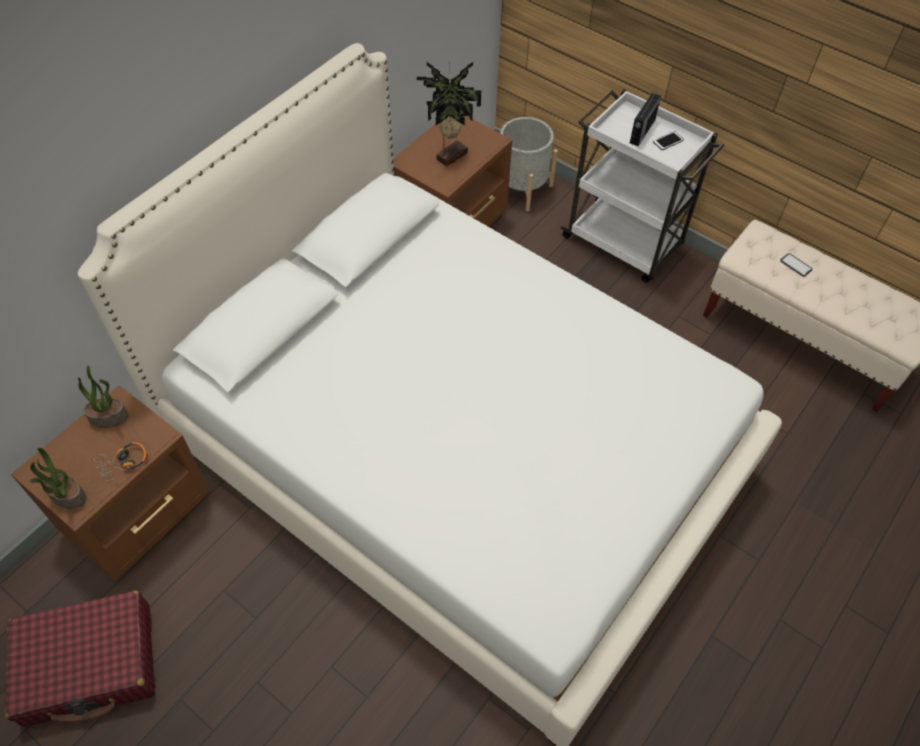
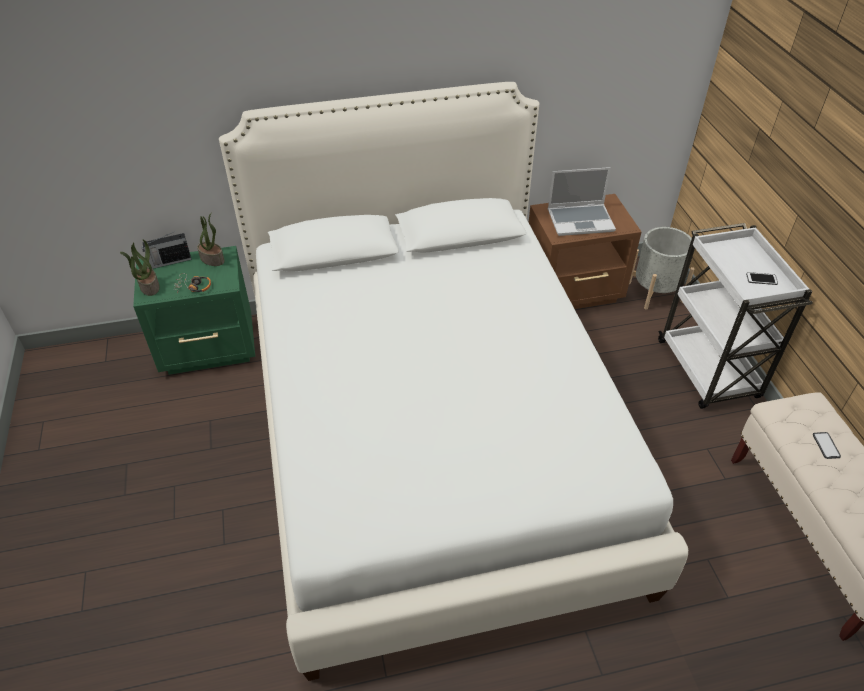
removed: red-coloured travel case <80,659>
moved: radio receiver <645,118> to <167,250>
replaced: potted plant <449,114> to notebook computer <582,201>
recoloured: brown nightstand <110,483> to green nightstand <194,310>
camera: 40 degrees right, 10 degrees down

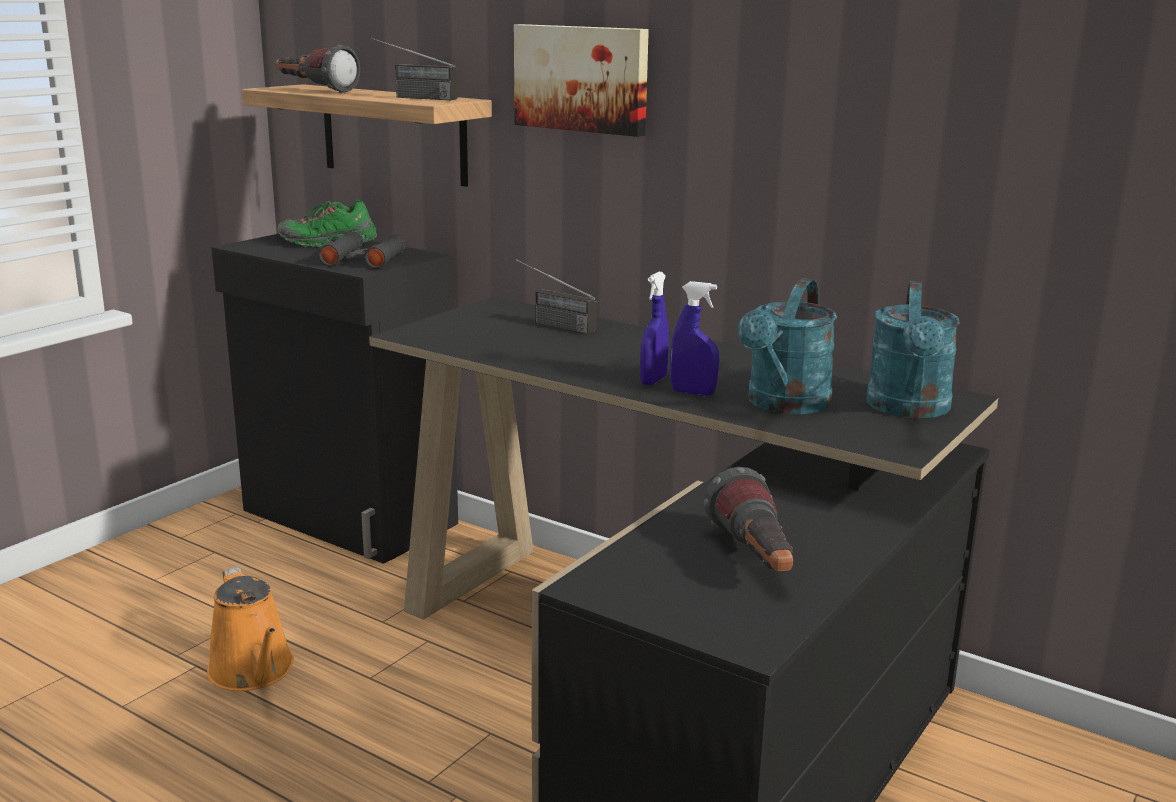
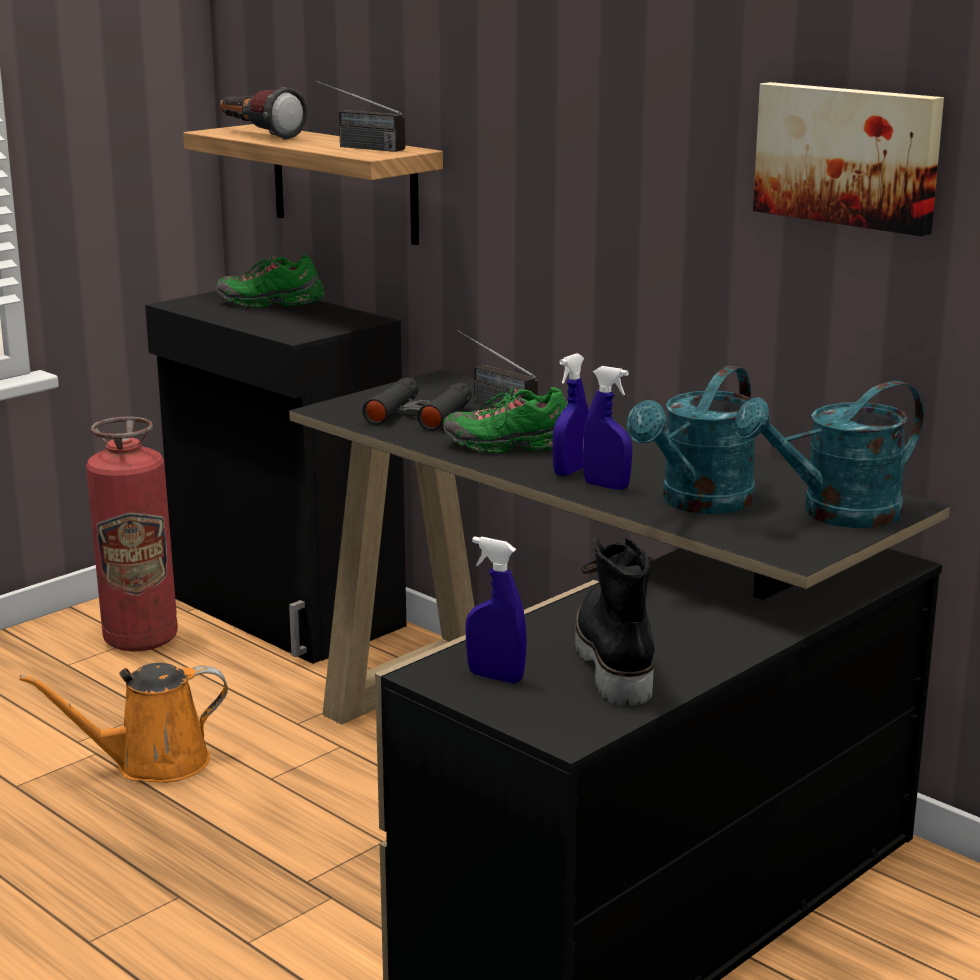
added: fire-fighting cylinder <132,534>; green item of footwear <505,420>; blue-coloured hand sprayer <496,609>
moved: black-coloured binoculars <362,250> to <417,404>; picture <581,80> to <848,159>
replaced: flashlight <748,519> to black-coloured boot <615,621>
turned: orangey watering can <250,628> = <123,723> 90 degrees clockwise; turquoise watering can <913,349> = <829,454> 45 degrees clockwise
camera: 10 degrees right, 0 degrees up

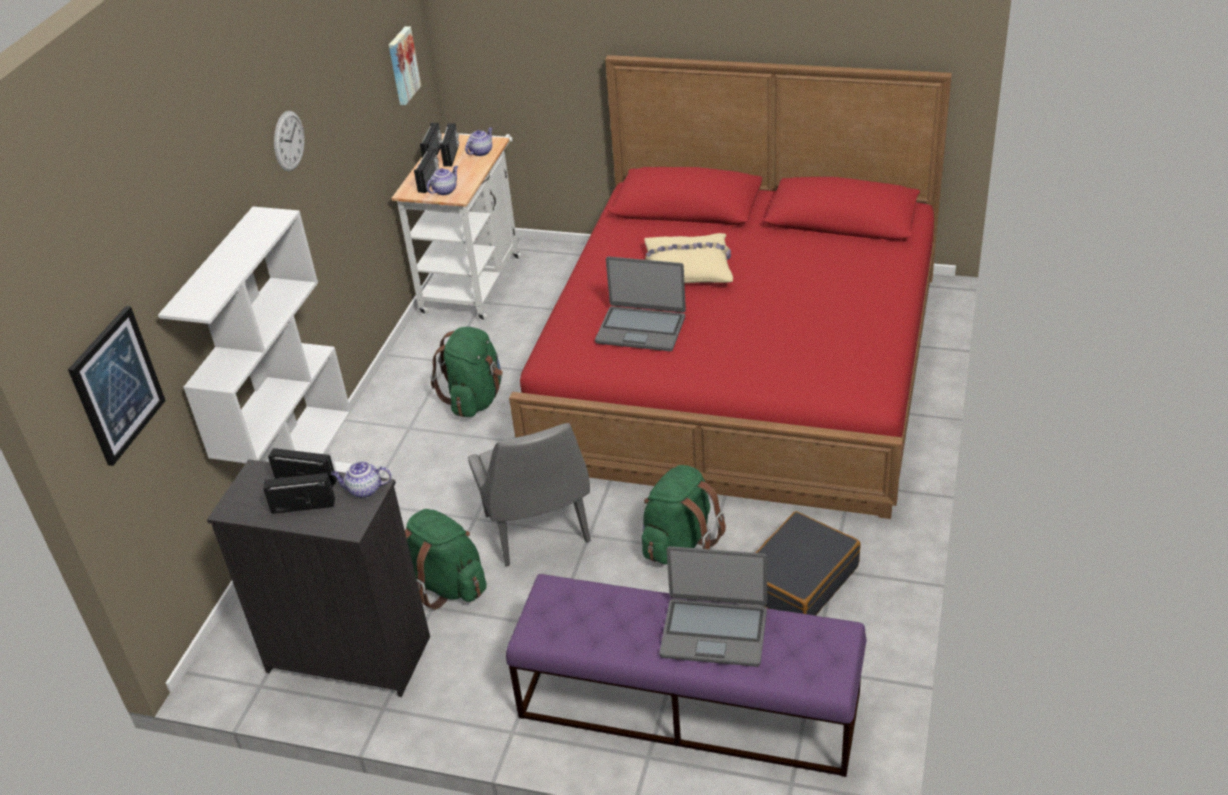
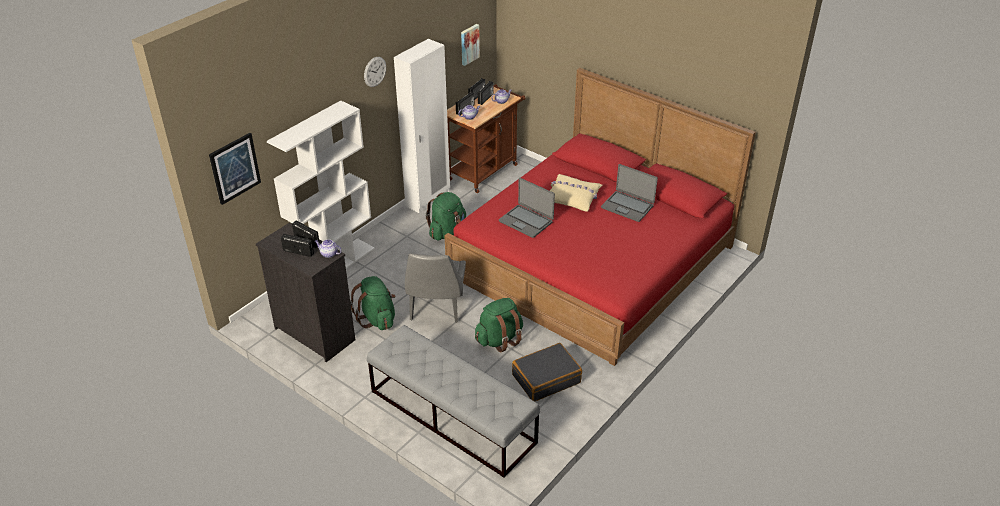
added: white wardrobe <422,126>
moved: notebook computer <713,606> to <629,193>
recoloured: white wheeled cart <457,227> to brown wheeled cart <486,138>; purple-coloured indoor bench <686,675> to greyish indoor bench <453,401>
camera: 20 degrees right, 0 degrees up

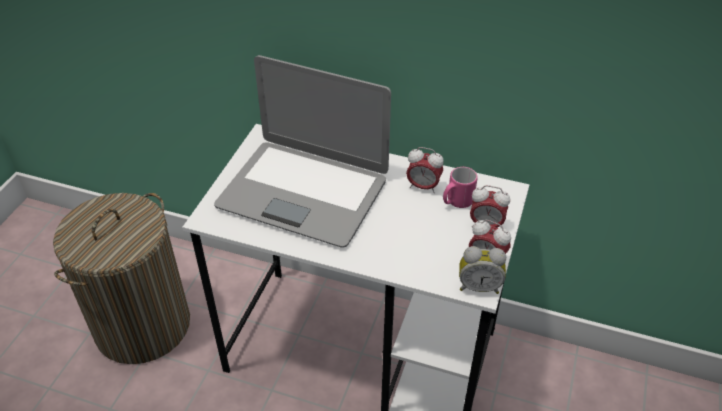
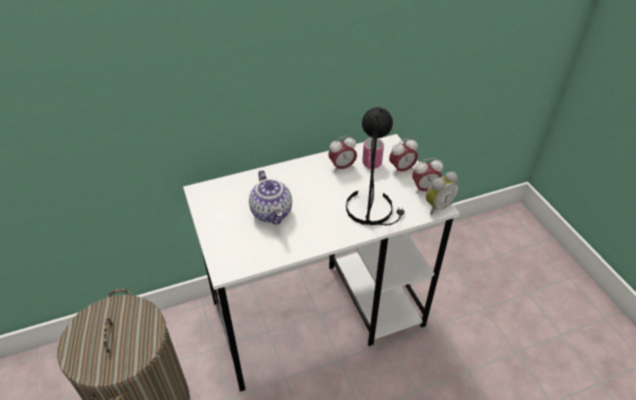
added: black-coloured lamp for a table <375,166>
replaced: notebook computer <302,151> to tea pot <270,197>
camera: 40 degrees left, 0 degrees up

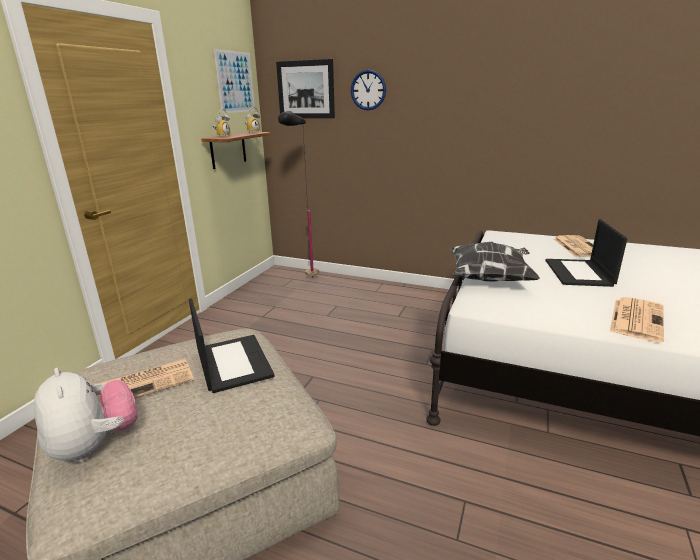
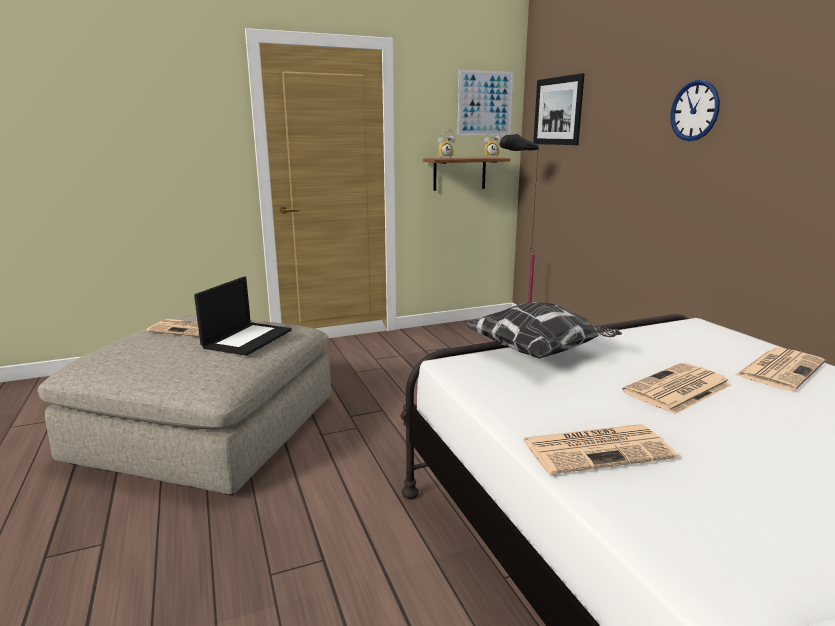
removed: soft toy <86,415>
moved: wall clock <368,90> to <695,110>
replaced: notebook computer <586,253> to daily paper <677,388>
camera: 45 degrees right, 5 degrees down

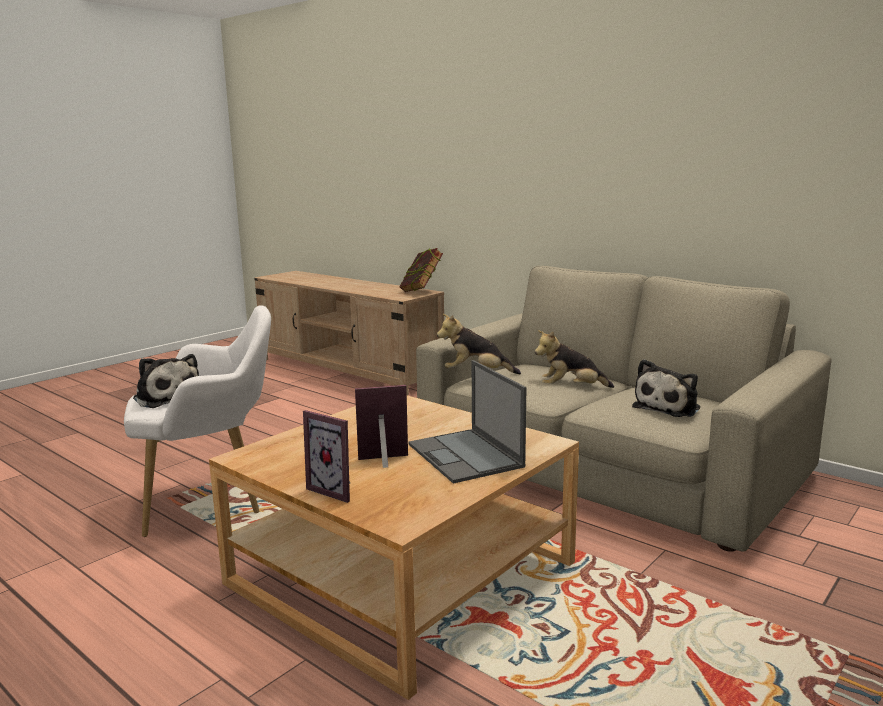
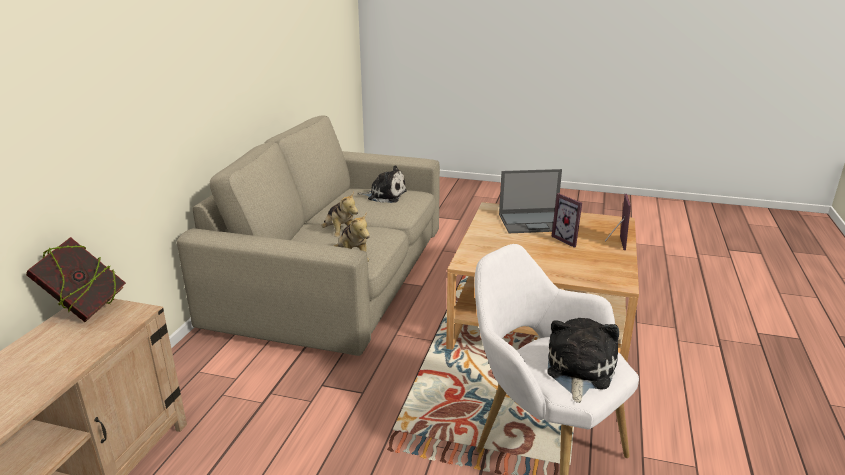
turned: notebook computer <467,422> = <530,201> 45 degrees clockwise
camera: 115 degrees left, 10 degrees up

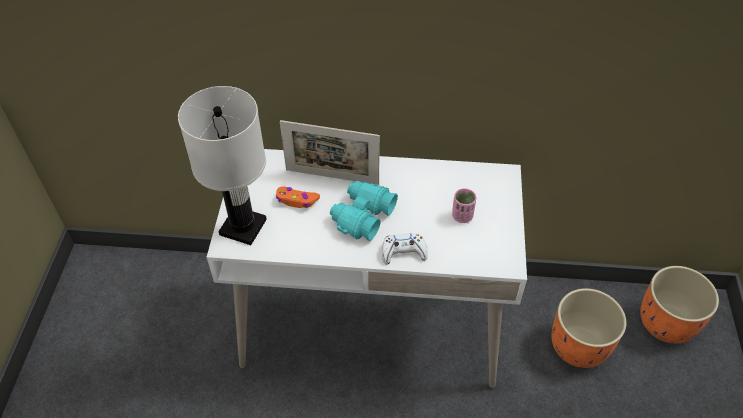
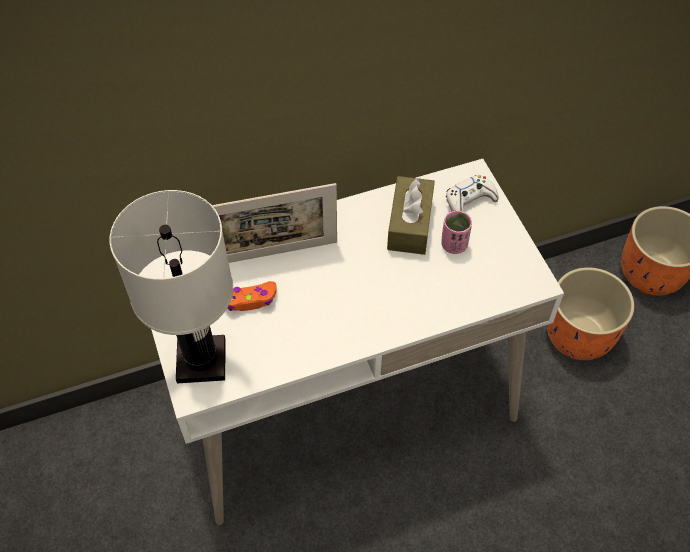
removed: turquoise binoculars <364,211>
added: brown tissue box <411,215>
moved: white gamepad <405,249> to <472,193>
camera: 25 degrees left, 5 degrees up

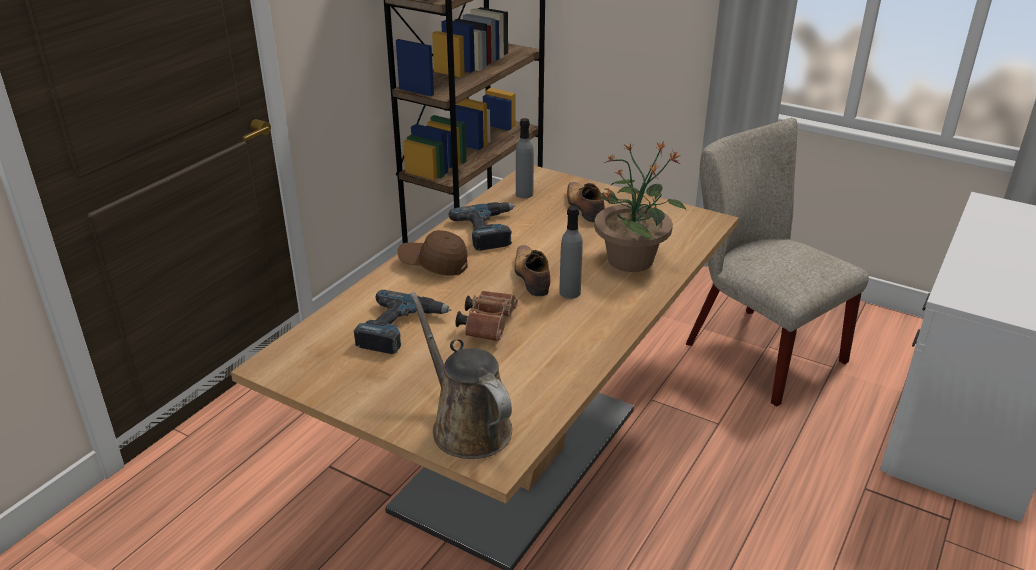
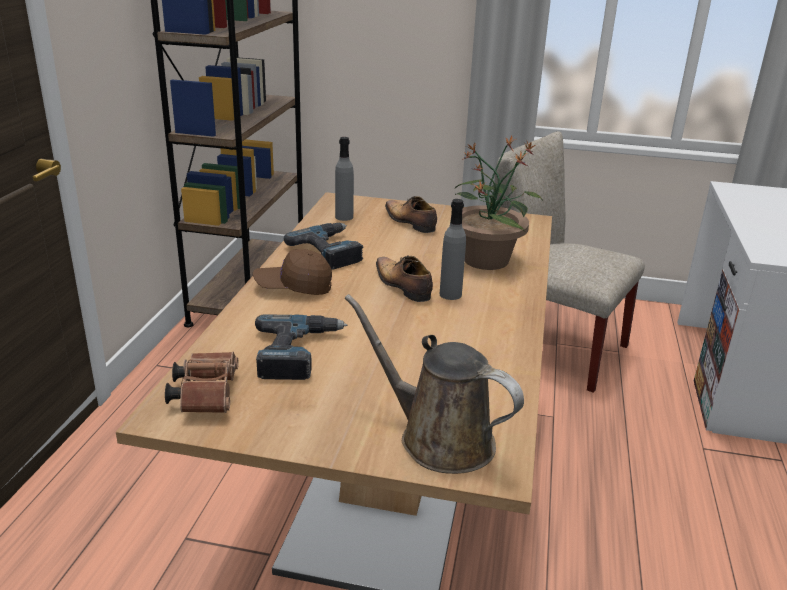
moved: brown binoculars <487,316> to <202,382>
camera: 20 degrees left, 5 degrees down

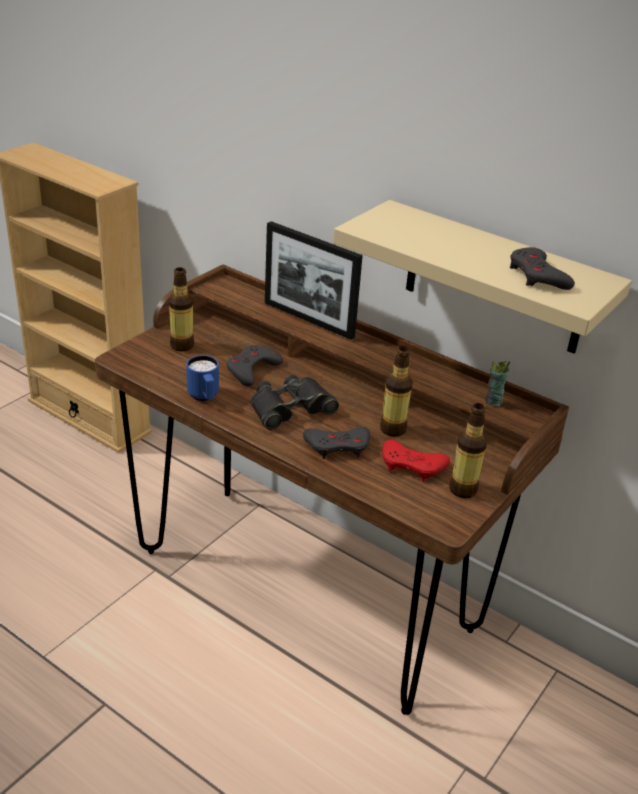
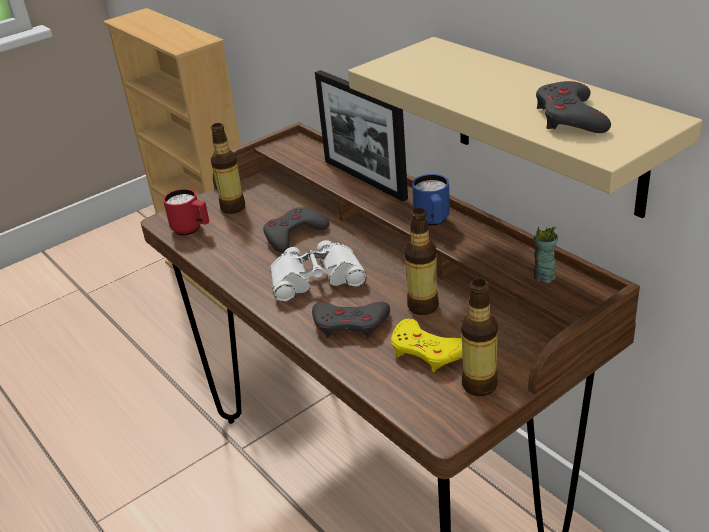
added: red-coloured coffee mug <186,212>
moved: blue-coloured coffee mug <202,378> to <431,200>
recoloured: black-coloured binoculars <294,402> to white binoculars <318,271>; red-coloured gamepad <416,460> to yellow gamepad <427,345>
camera: 20 degrees right, 0 degrees up

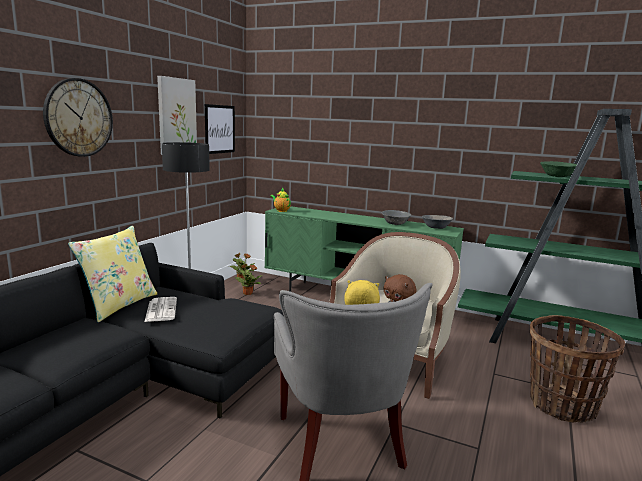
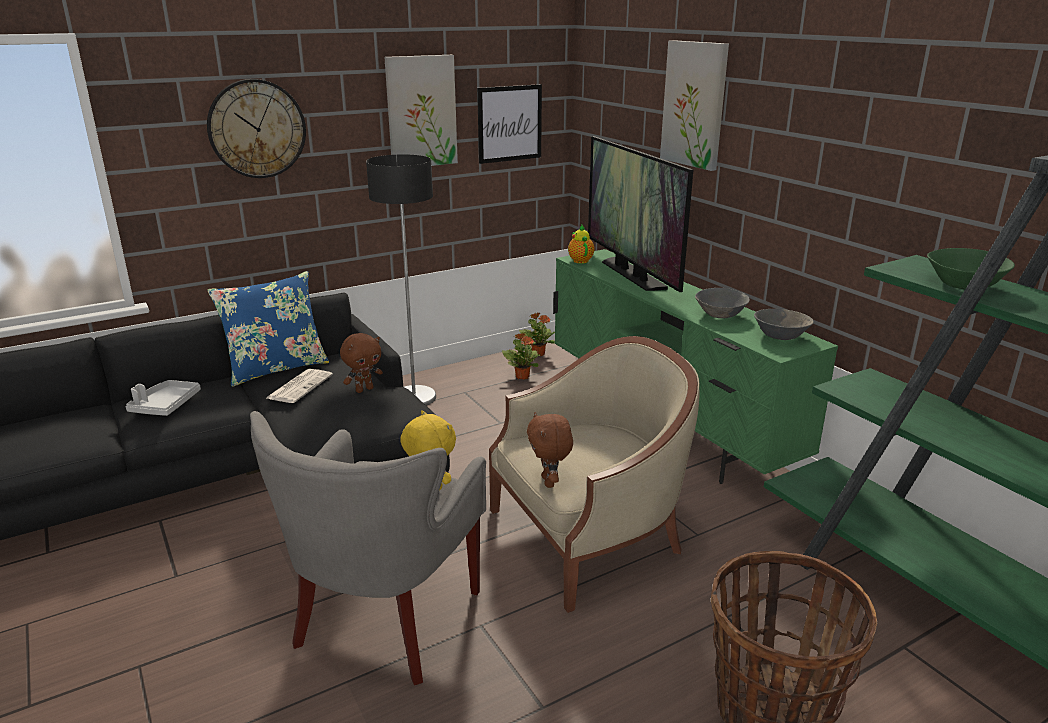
added: greyish carrying tray <163,398>; brown soft toy <361,363>; TV <640,214>; picture <694,105>
recoloured: yellow cushion <113,274> to blue-coloured cushion <268,329>
camera: 35 degrees right, 10 degrees up

